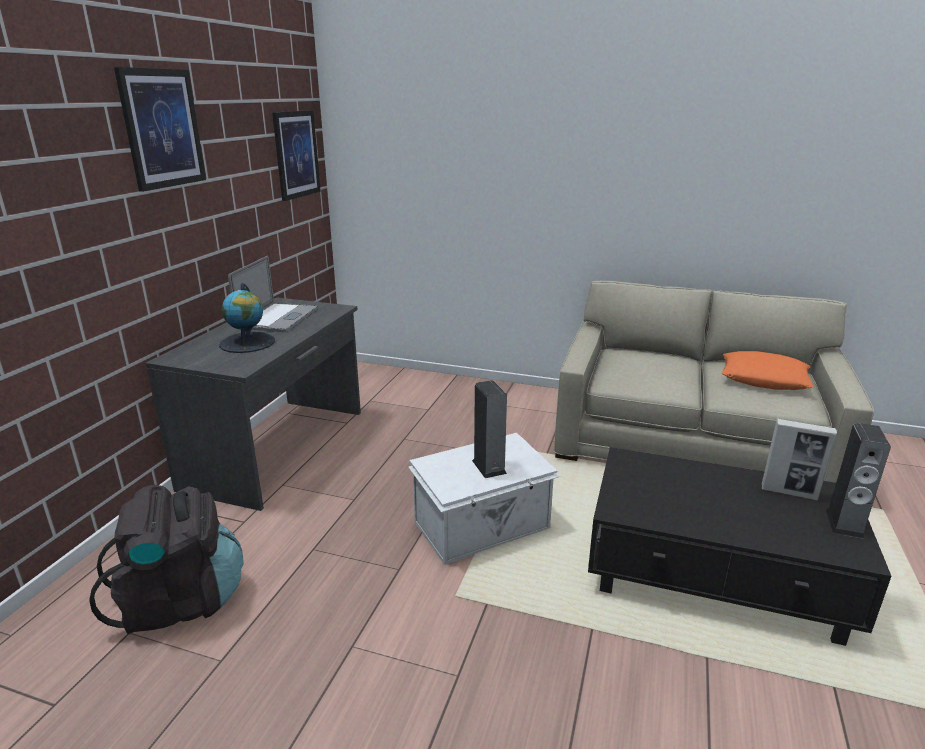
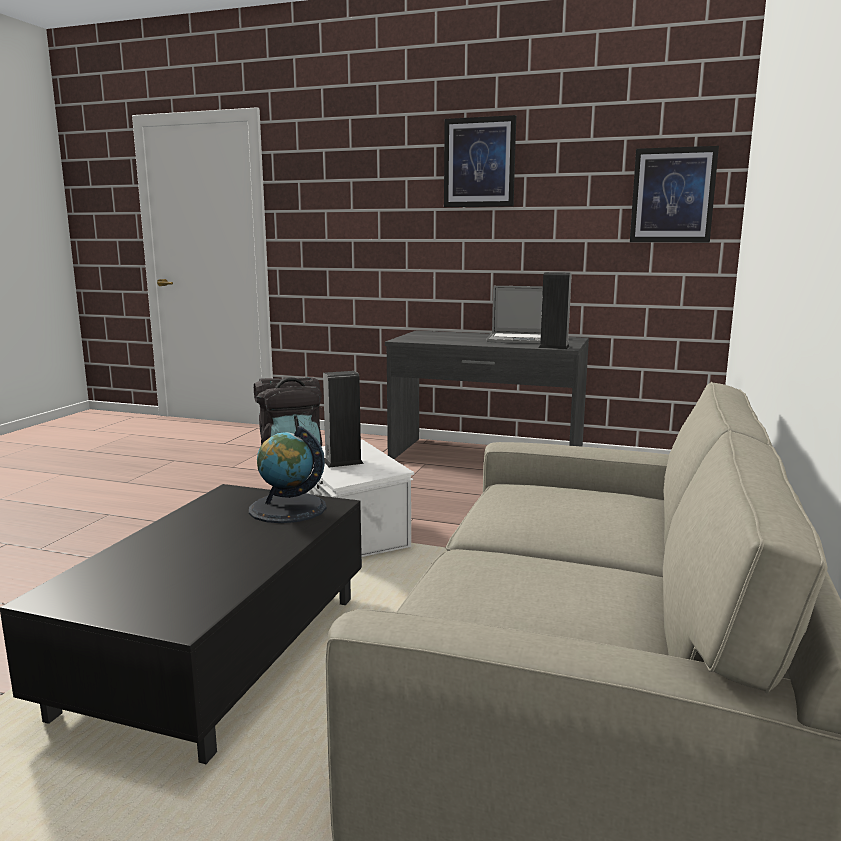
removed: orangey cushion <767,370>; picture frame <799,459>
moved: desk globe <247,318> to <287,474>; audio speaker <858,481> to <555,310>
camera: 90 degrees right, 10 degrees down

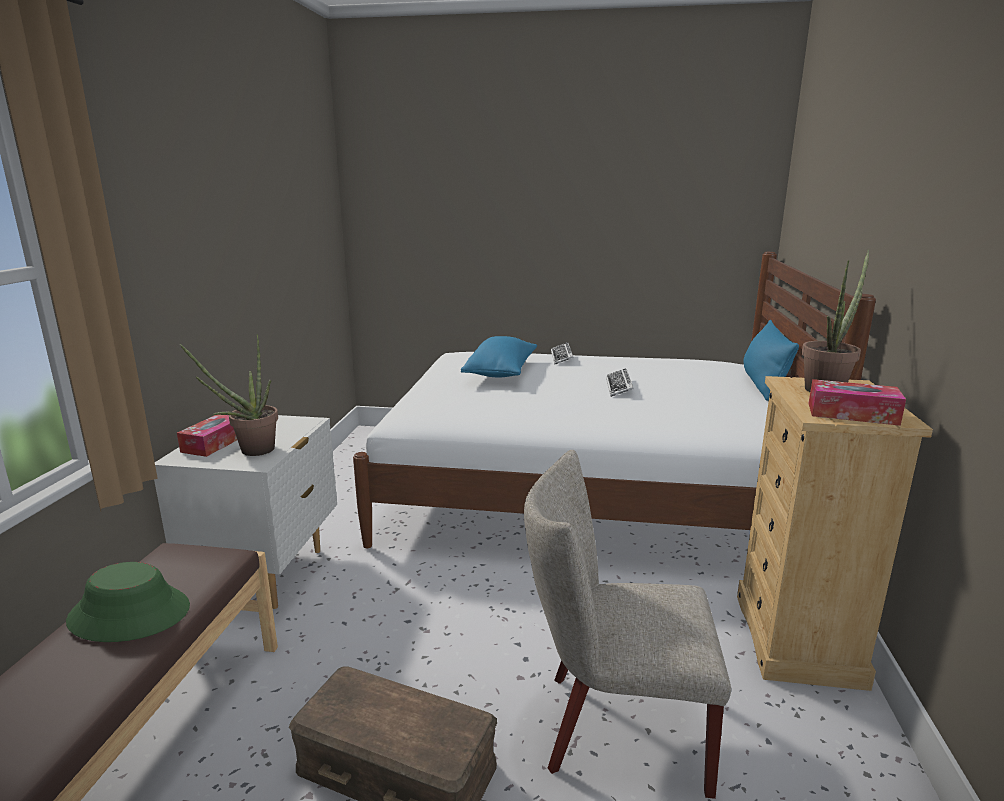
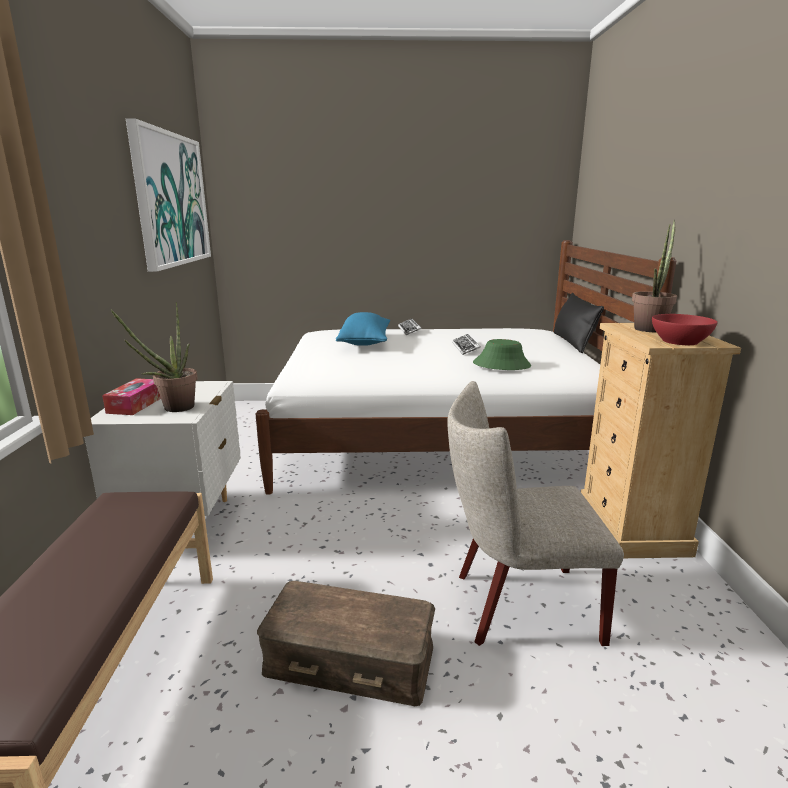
added: picture <168,195>
moved: green hat <128,602> to <502,354>
replaced: tissue box <857,402> to red-coloured serving bowl <684,329>
recoloured: blue-coloured cushion <771,360> to black-coloured cushion <579,323>
camera: 10 degrees left, 0 degrees up

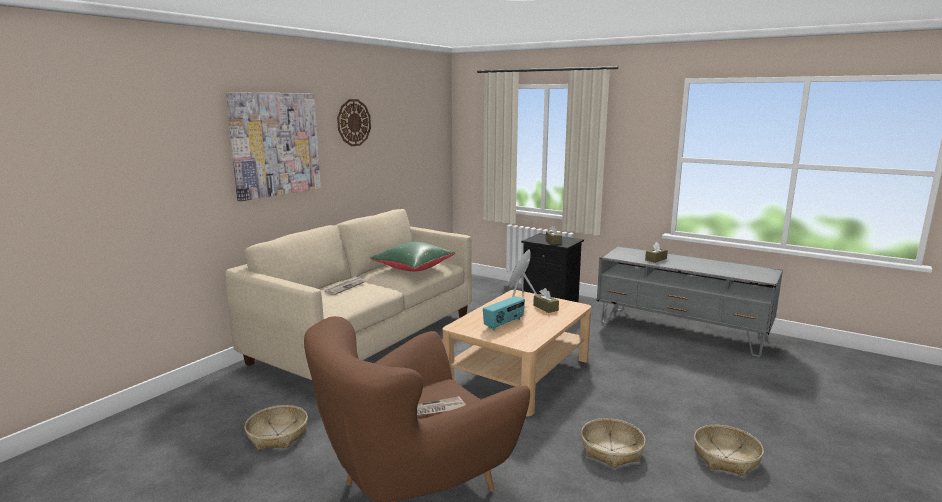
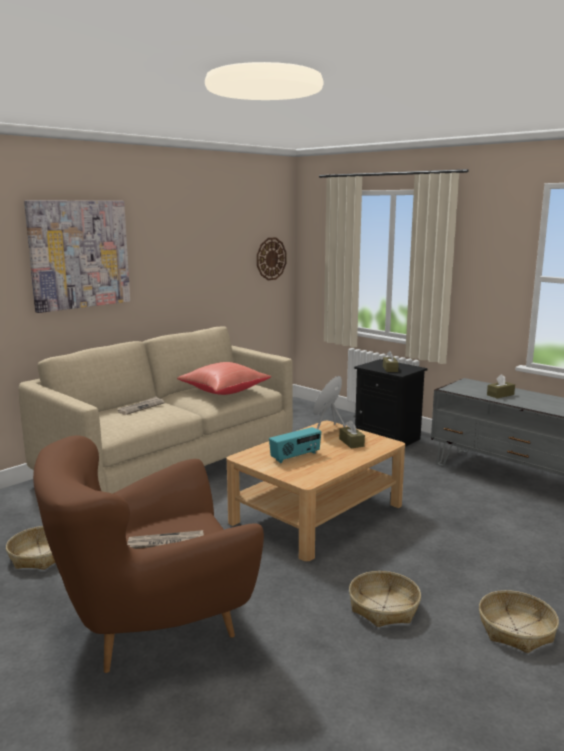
moved: wall clock <354,122> to <271,258>
recoloured: green cushion <413,256> to red-coloured cushion <224,378>
camera: 10 degrees right, 0 degrees up

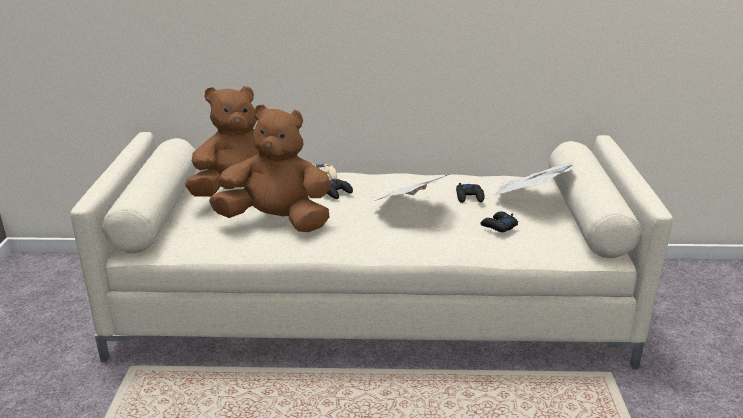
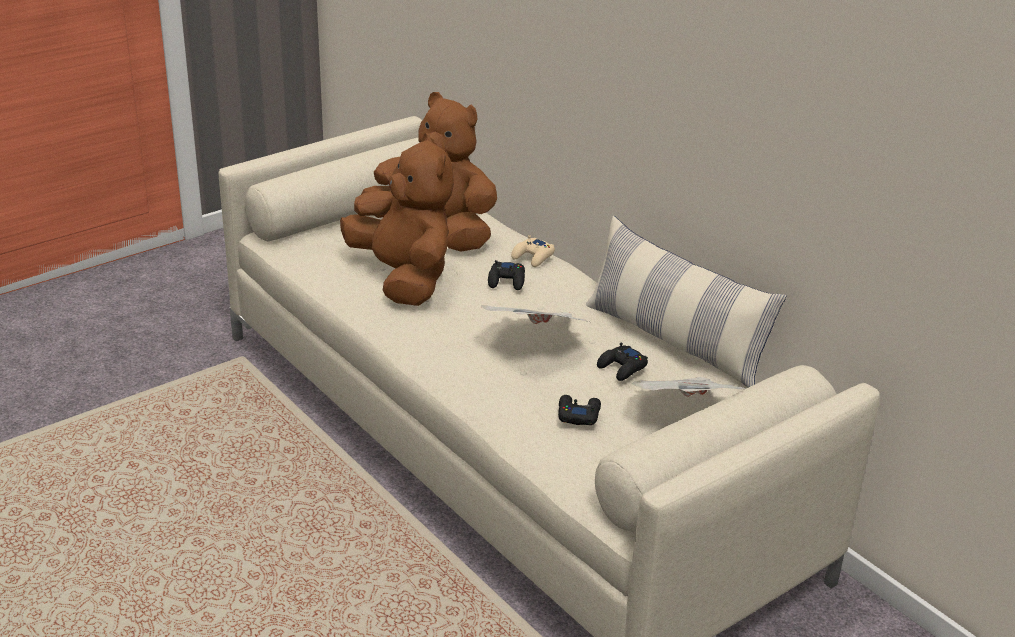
added: cushion <686,301>
camera: 50 degrees right, 5 degrees up

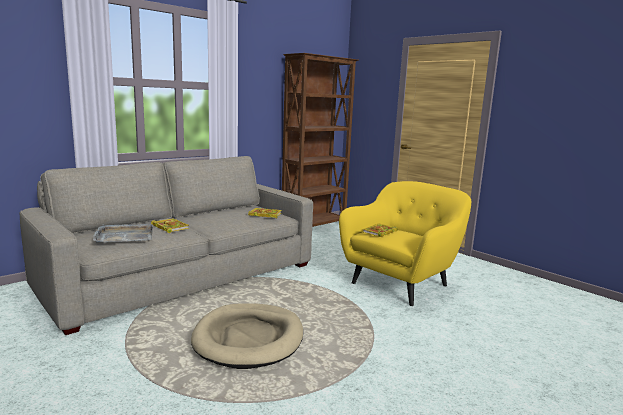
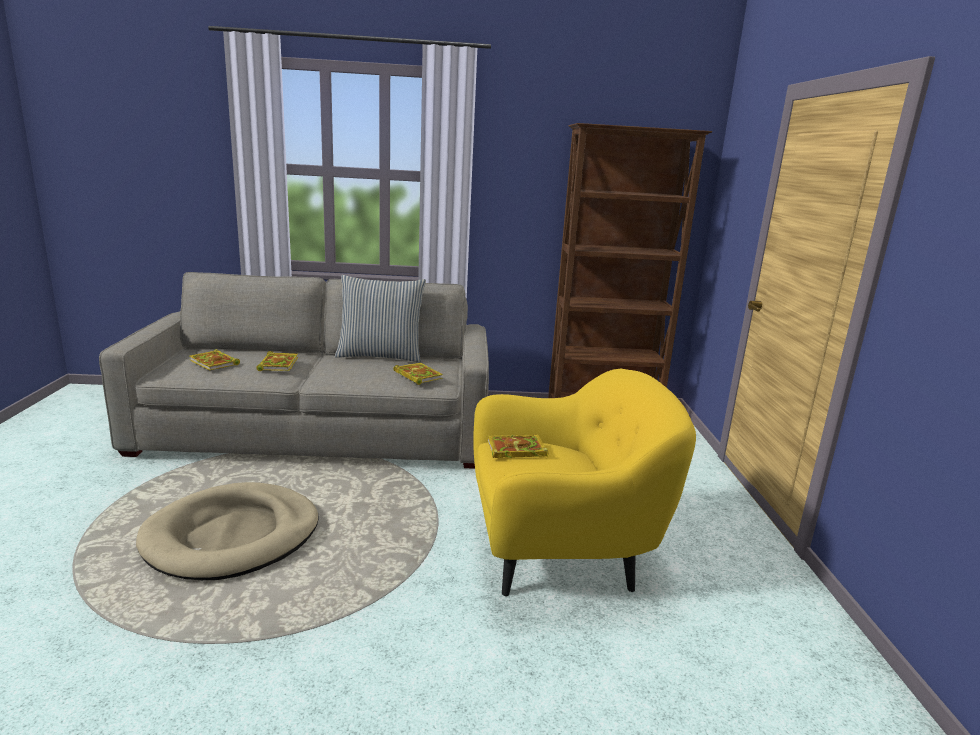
added: cushion <380,319>
replaced: greyish carrying tray <123,233> to volume <214,359>
camera: 40 degrees right, 5 degrees up

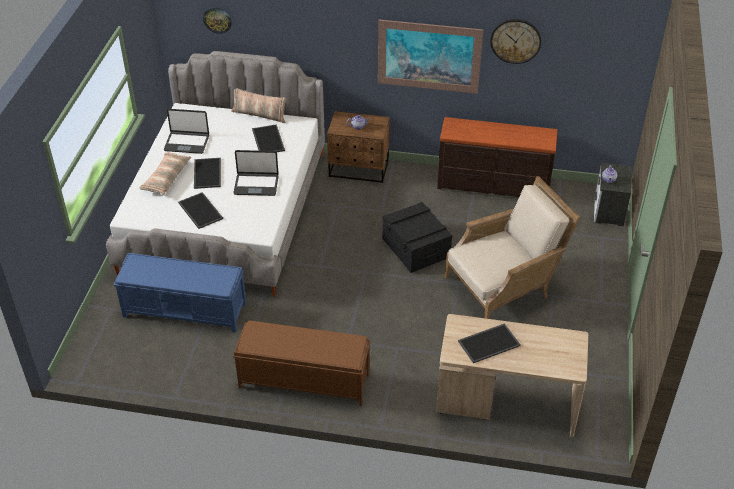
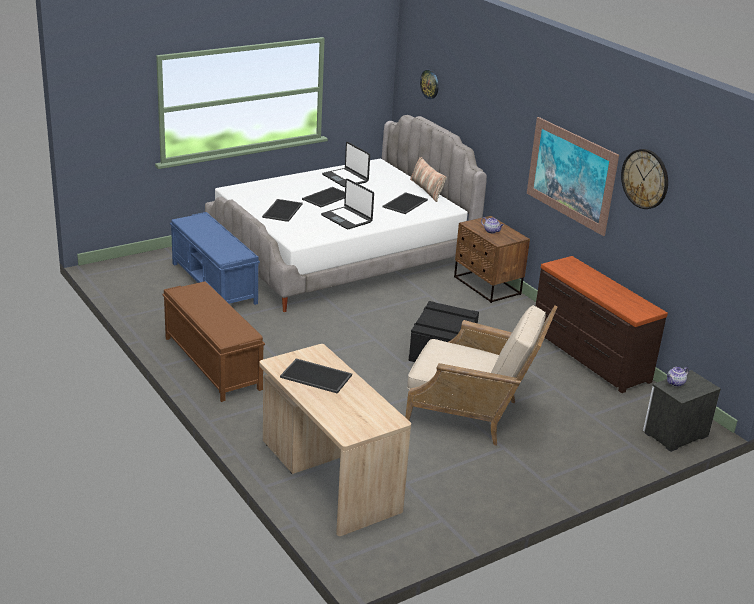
removed: cushion <165,173>
camera: 45 degrees right, 15 degrees down

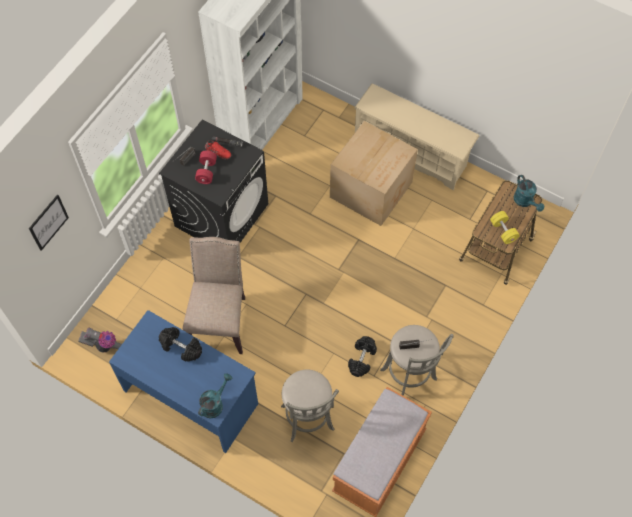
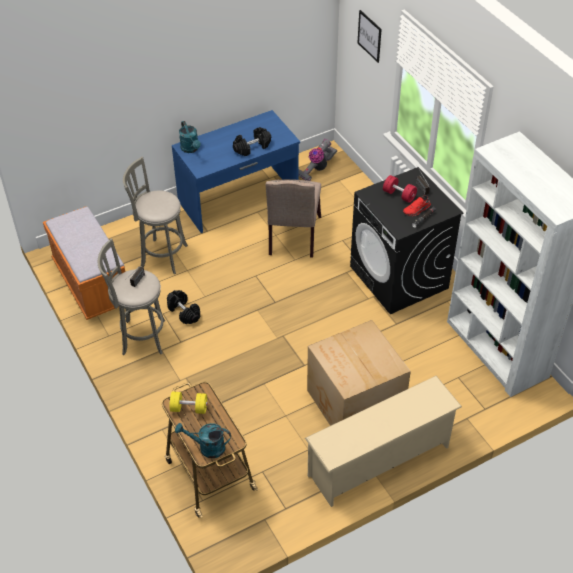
turned: sand-coloured upright chair <214,295> = <293,218> 60 degrees clockwise
camera: 120 degrees right, 15 degrees down

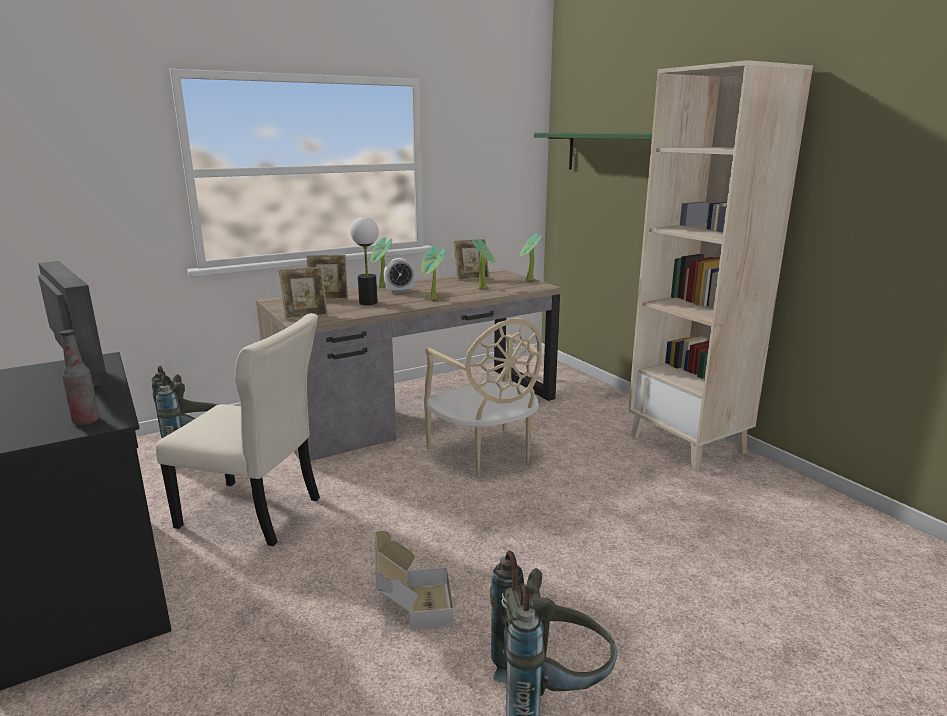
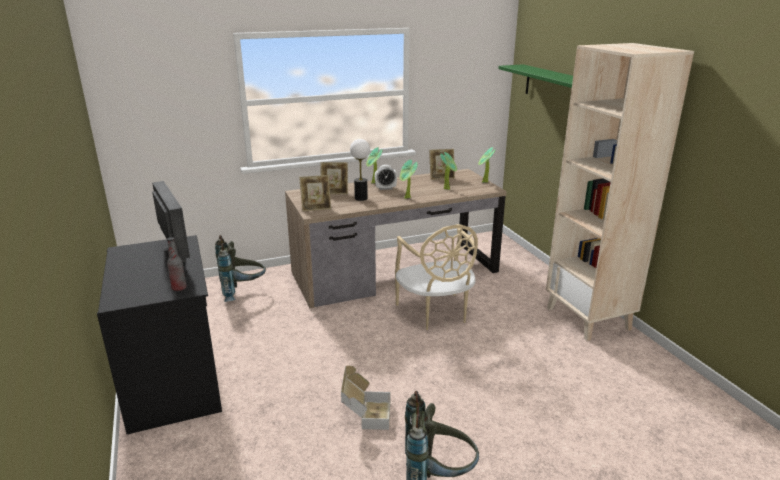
removed: sand-coloured upright chair <238,429>
camera: 10 degrees right, 5 degrees up

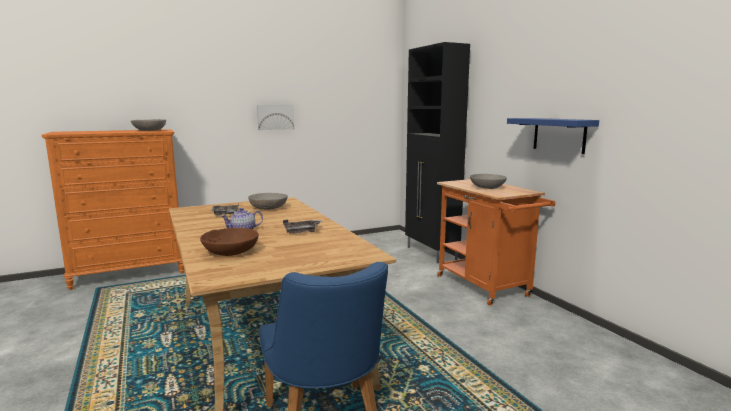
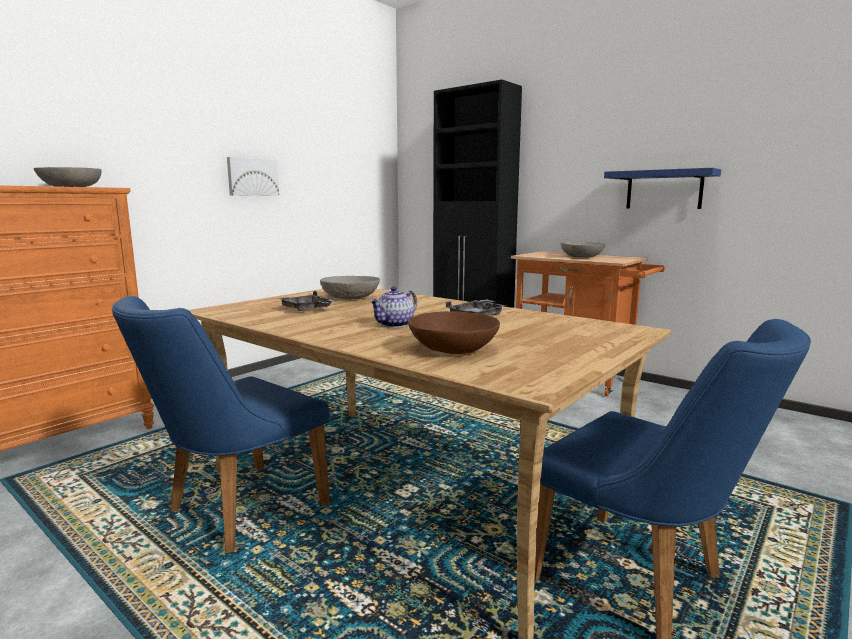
added: blue-coloured upright chair <221,424>
camera: 25 degrees left, 0 degrees up

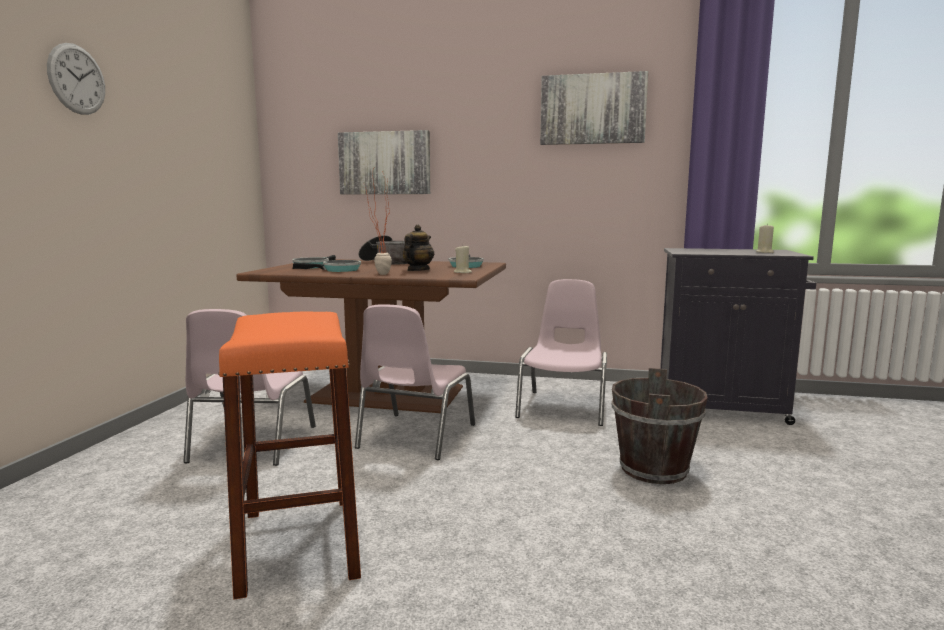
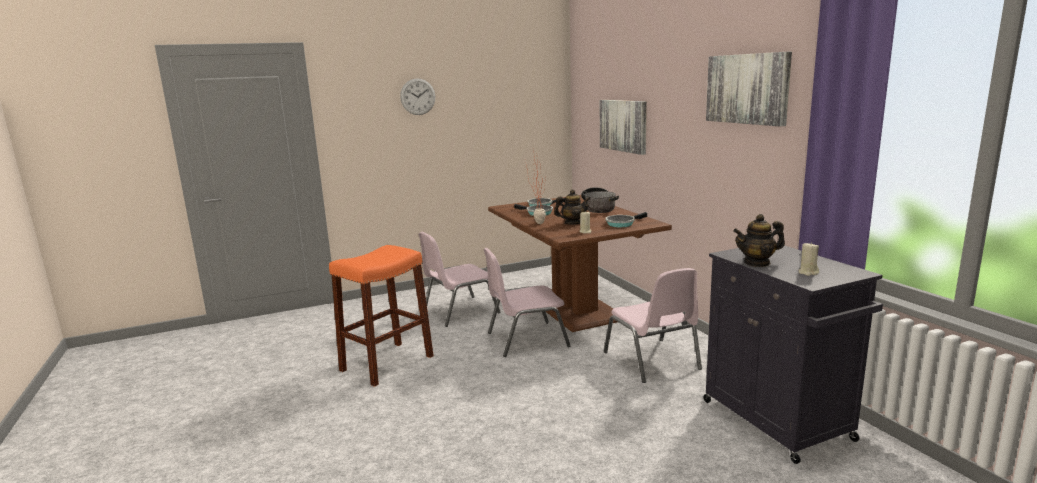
removed: brown bucket <659,426>
added: tea pot <759,240>
turned: pinkish upright chair <561,352> = <653,325> 90 degrees clockwise
camera: 55 degrees right, 5 degrees up

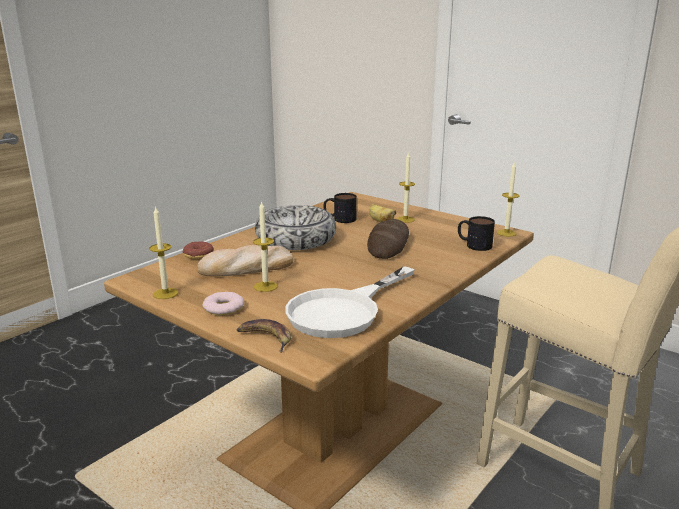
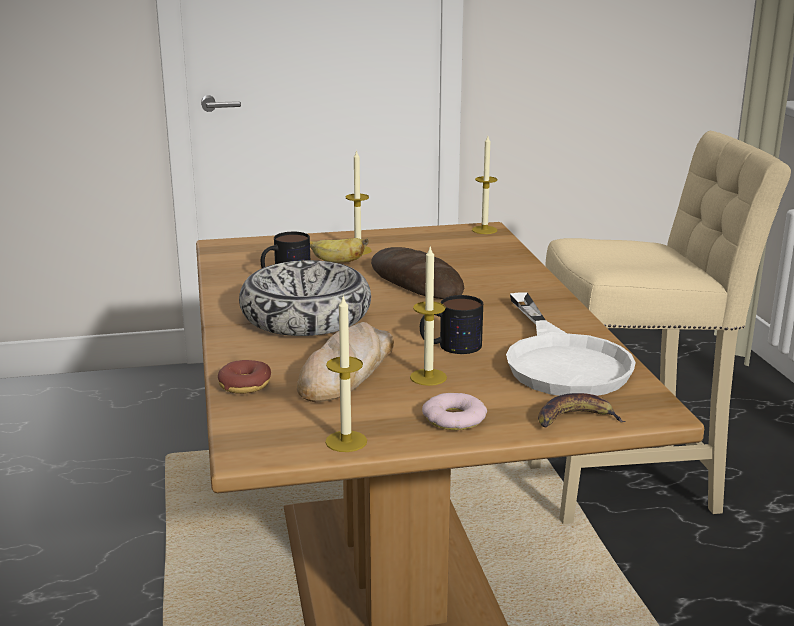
moved: coffee mug <476,233> to <451,324>
camera: 50 degrees left, 0 degrees up

